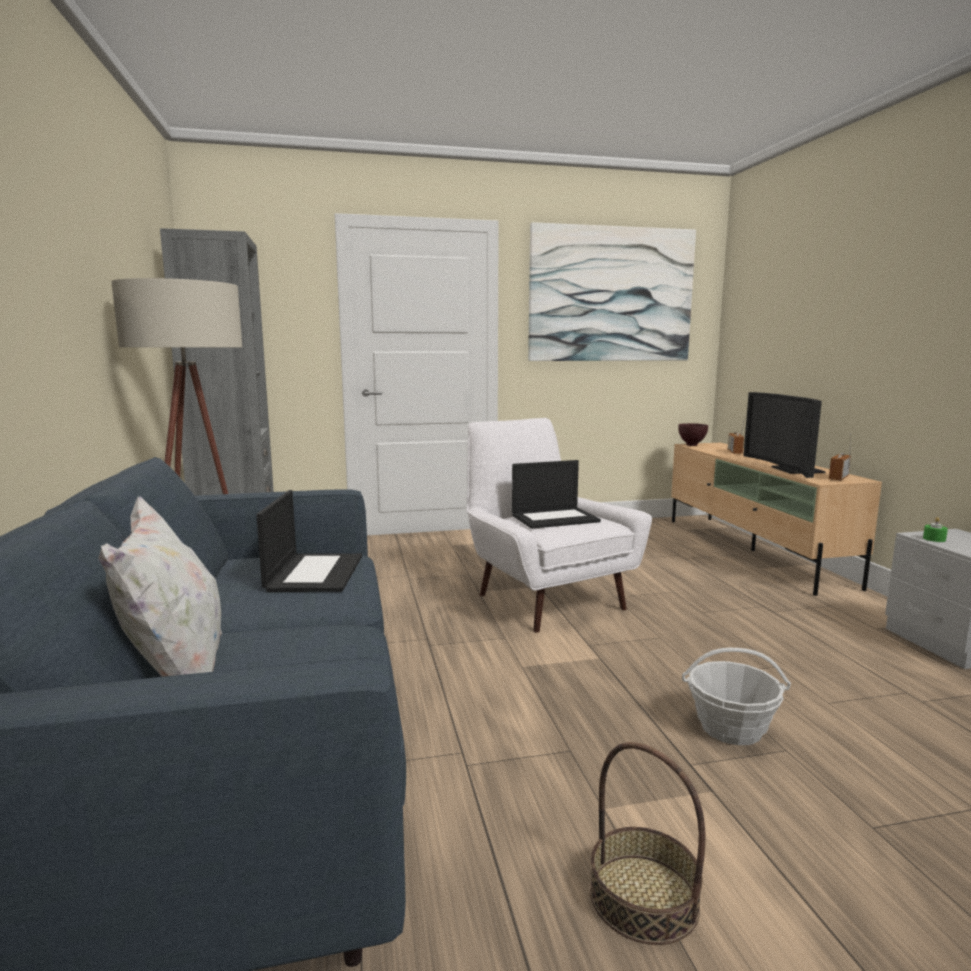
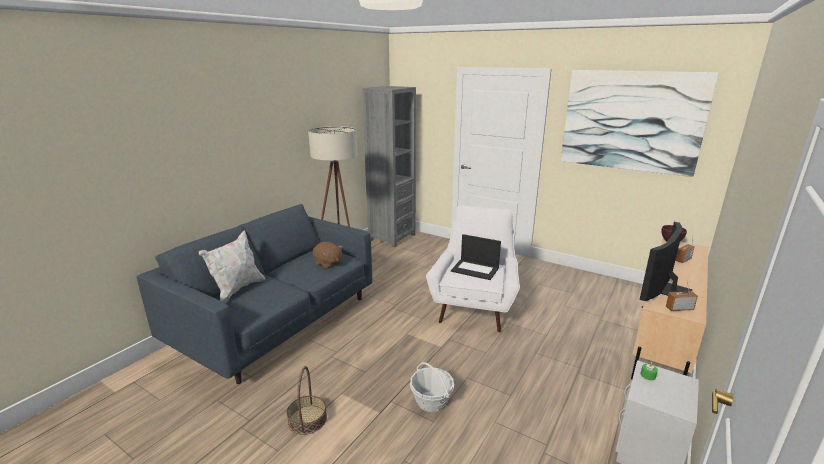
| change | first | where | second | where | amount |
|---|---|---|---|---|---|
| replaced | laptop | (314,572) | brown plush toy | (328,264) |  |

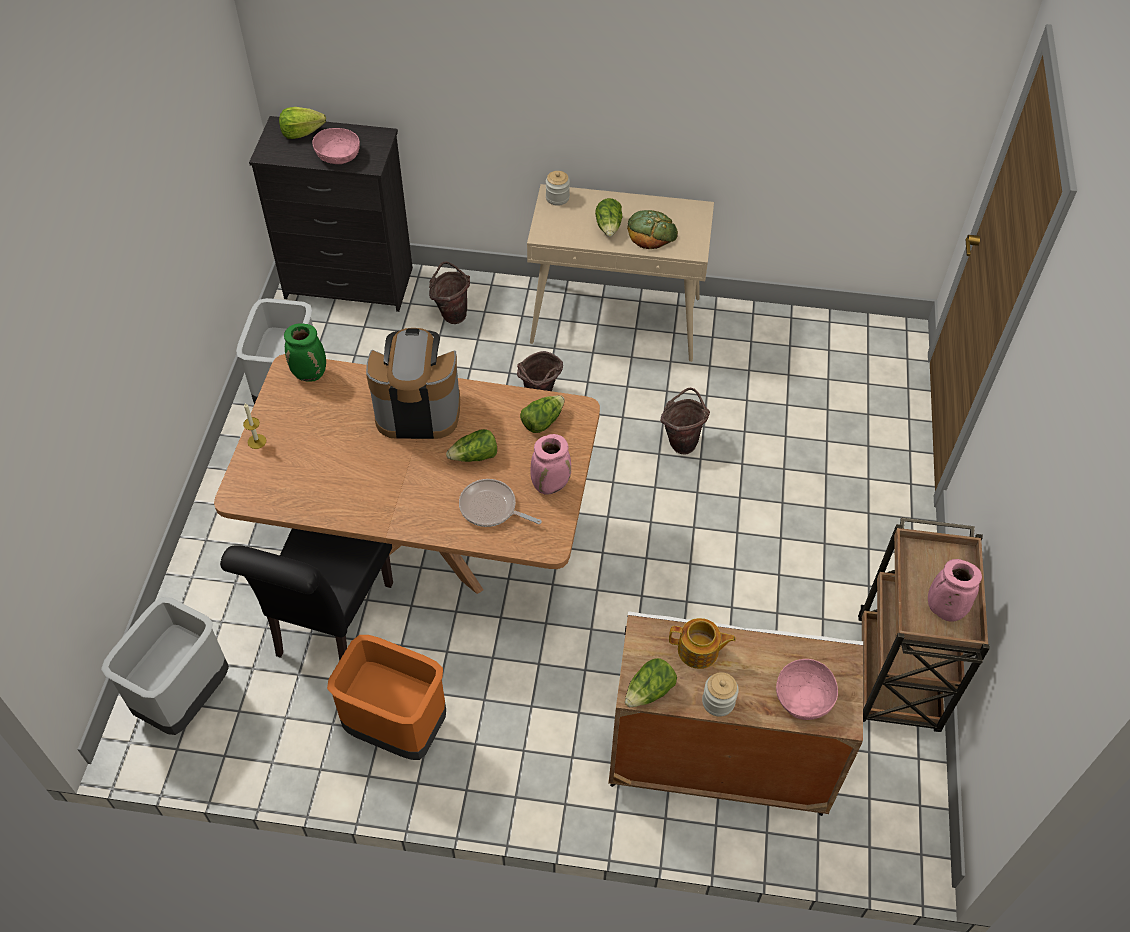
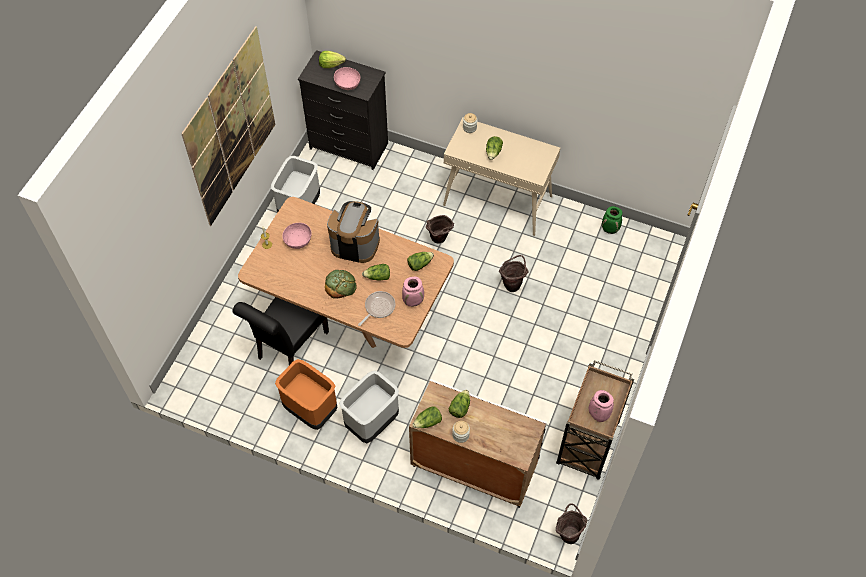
| change | first | where | second | where | amount |
|---|---|---|---|---|---|
| moved | bread | (651,232) |  | (340,285) |  |
| moved | brown bucket | (452,313) |  | (568,532) |  |
| moved | green vase | (311,374) |  | (610,229) |  |
| turned | frying pan | (491,508) |  | (378,307) | 90 degrees clockwise |
| moved | grey trash can | (184,697) |  | (372,422) |  |
| replaced | teapot | (699,651) | lettuce | (459,407) |  |
| moved | pink bowl | (803,698) |  | (298,240) |  |
| added |  |  | picture | (232,128) |  |

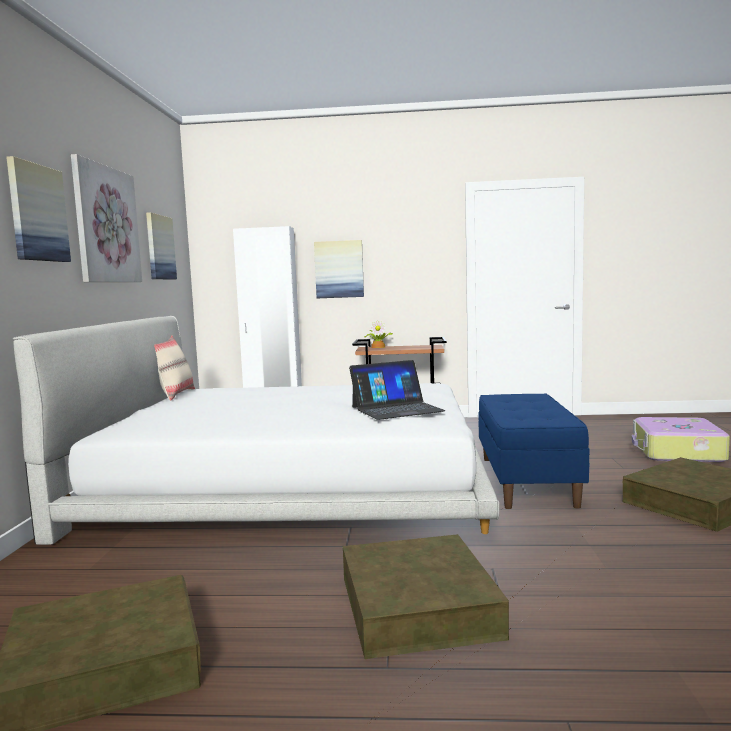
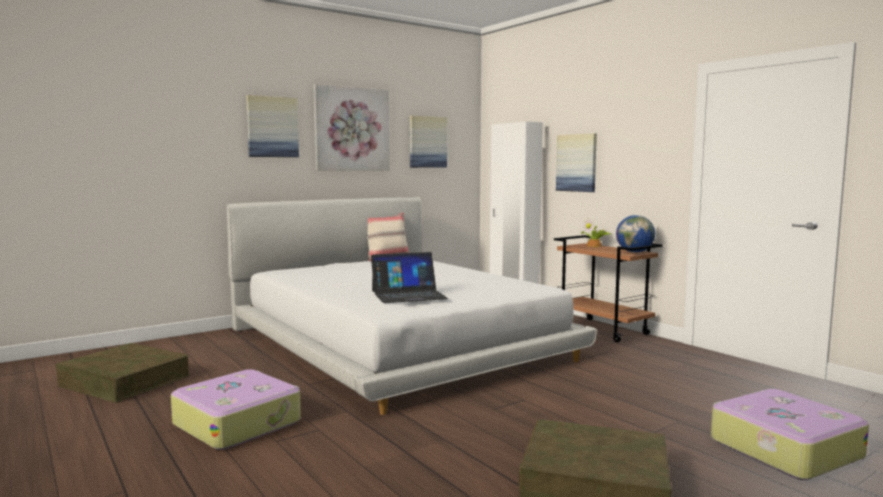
| change | first | where | second | where | amount |
|---|---|---|---|---|---|
| turned | laptop | (397,409) |  | (408,295) | 45 degrees counterclockwise |
| removed | blue bench | (525,480) |  |  |  |
| replaced | brown storage box | (417,606) | suitcase | (238,422) |  |
| added |  |  | globe | (635,252) |  |

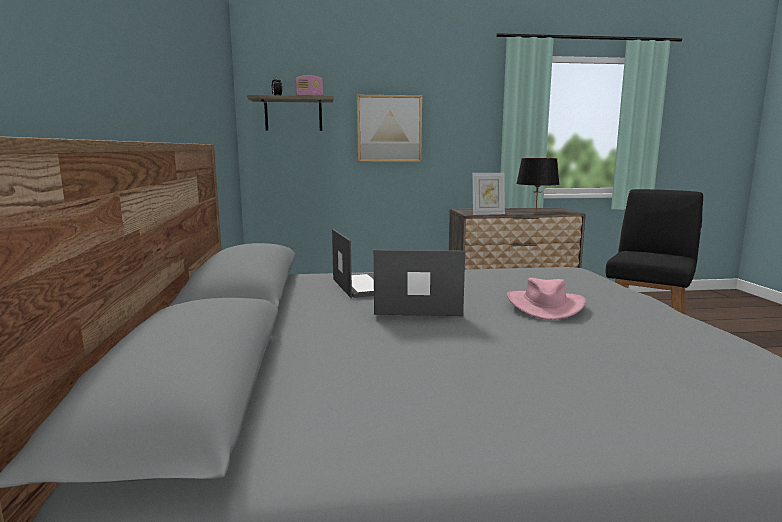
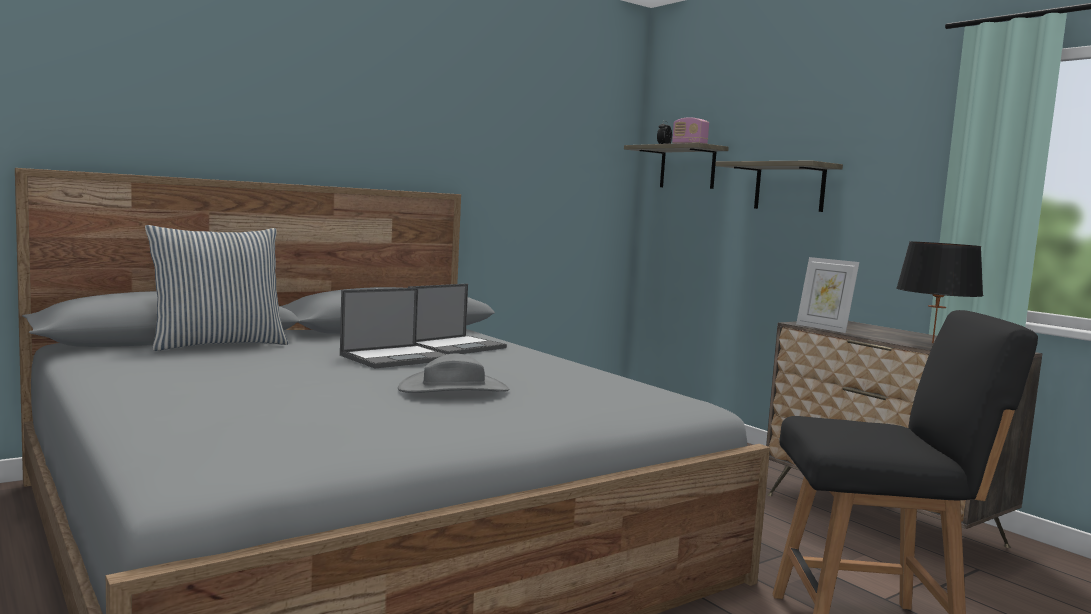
| change | first | where | second | where | amount |
|---|---|---|---|---|---|
| replaced | picture | (389,128) | shelf | (789,187) |  |
| turned | laptop | (417,305) |  | (397,357) | 75 degrees clockwise |
| recoloured | pink hat | (544,305) | grey hat | (454,389) |  |
| added |  |  | pillow | (218,344) |  |

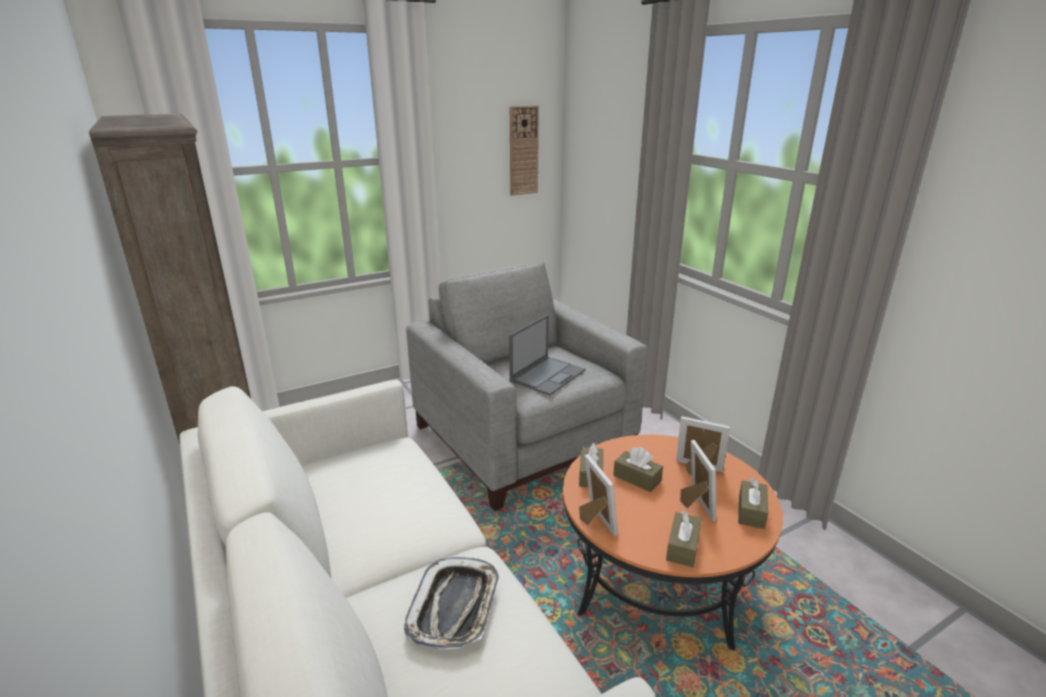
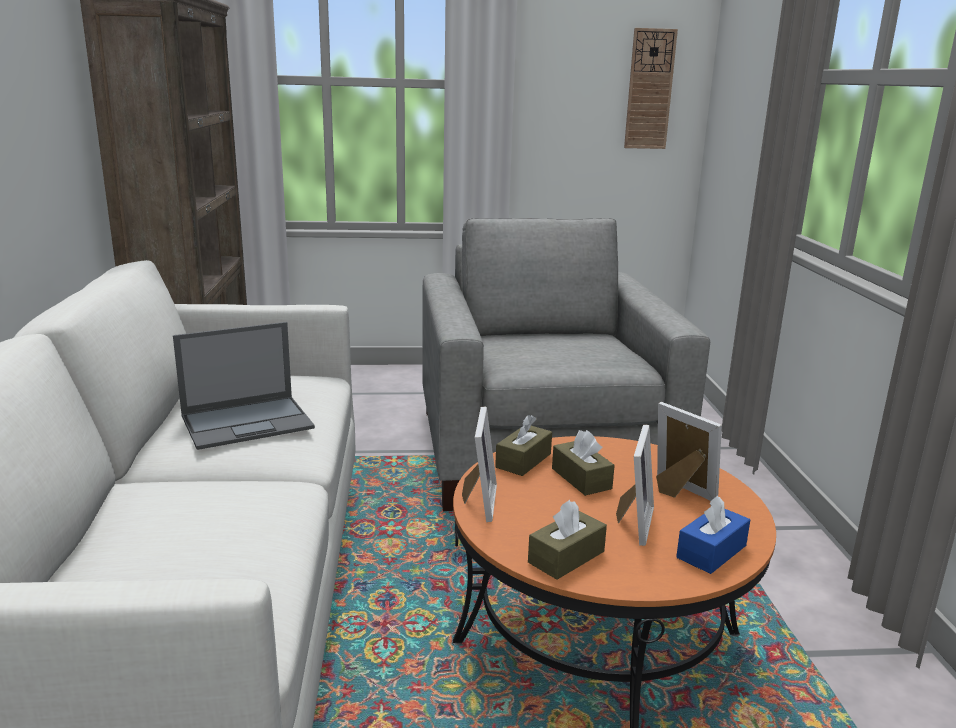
| change | first | where | second | where | amount |
|---|---|---|---|---|---|
| moved | laptop | (548,375) |  | (249,422) |  |
| recoloured | brown tissue box | (751,511) | blue tissue box | (711,551) |  |
| removed | tray | (455,607) |  |  |  |

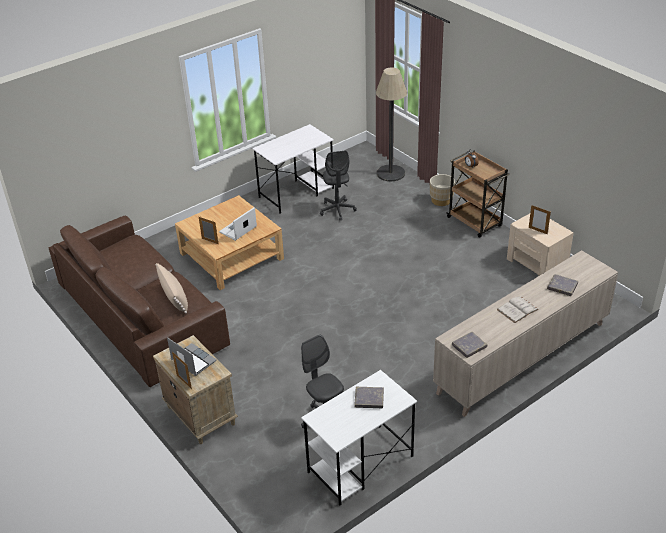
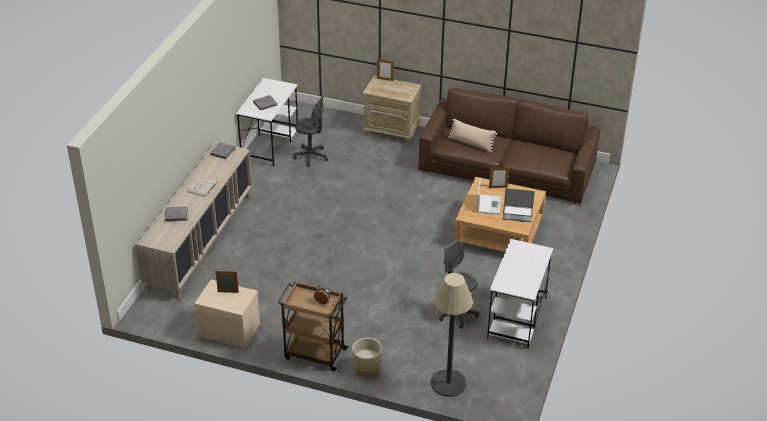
| change | first | where | second | where | amount |
|---|---|---|---|---|---|
| moved | laptop | (192,360) |  | (518,214) |  |

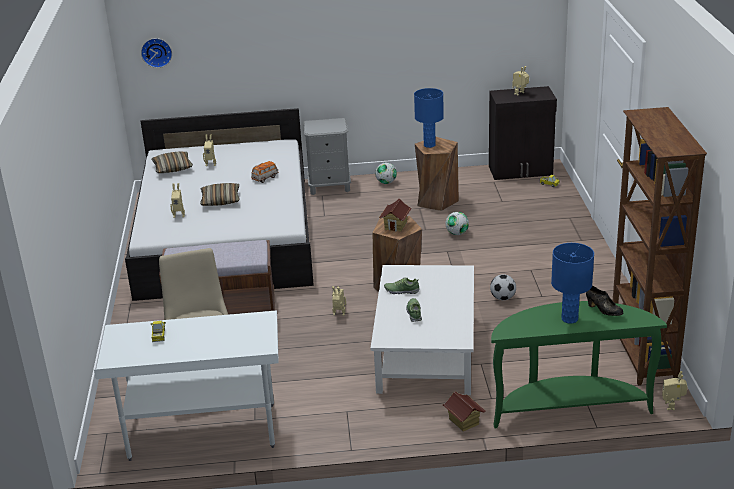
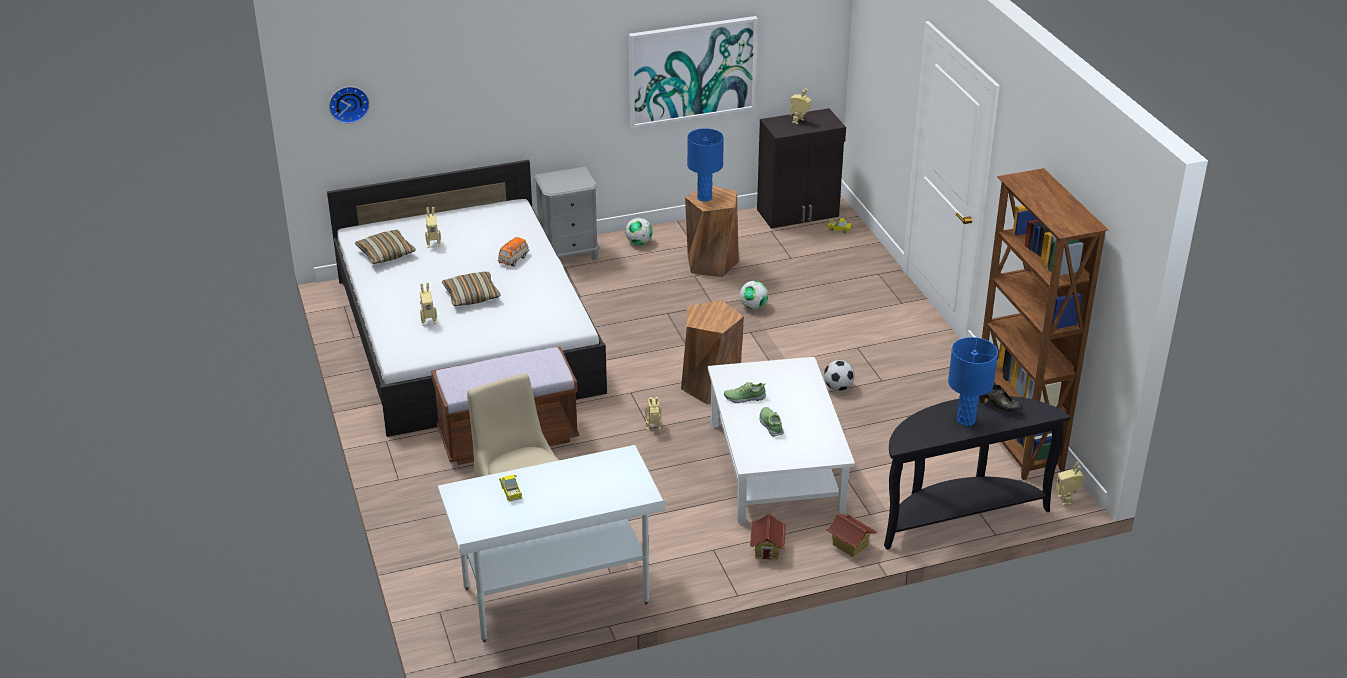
| change | first | where | second | where | amount |
|---|---|---|---|---|---|
| moved | toy house | (396,226) |  | (767,549) |  |
| recoloured | green console table | (568,408) | black console table | (958,515) |  |
| added |  |  | picture | (692,71) |  |

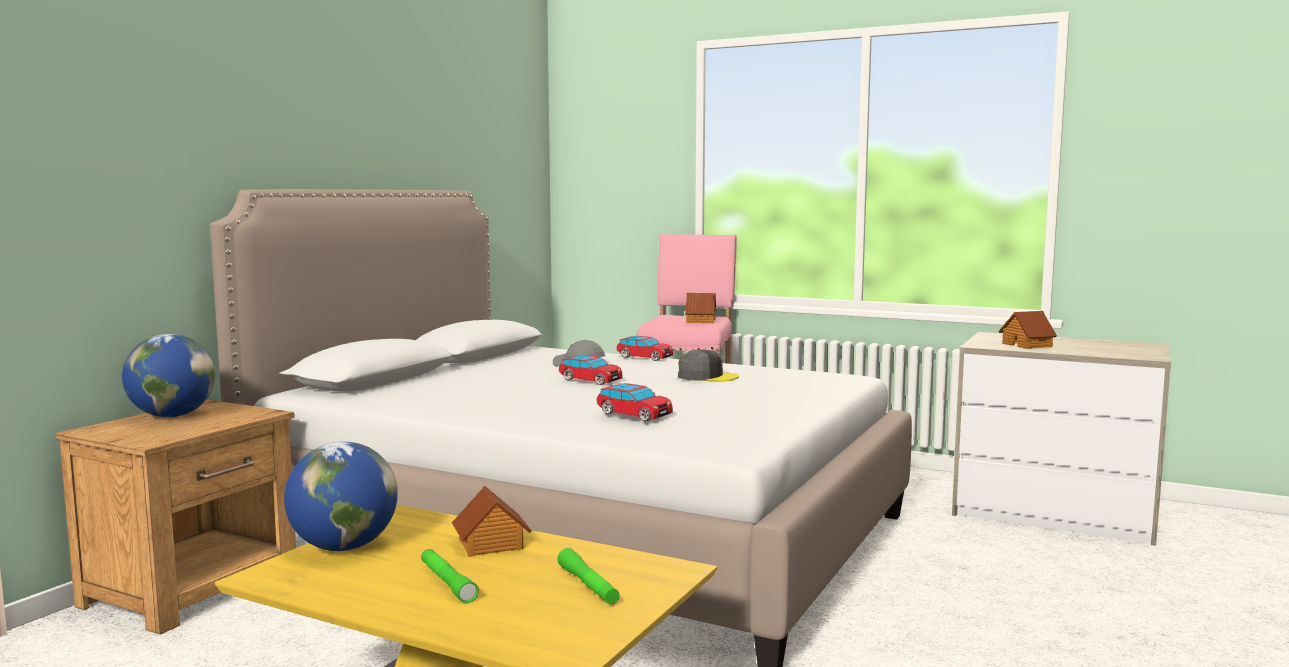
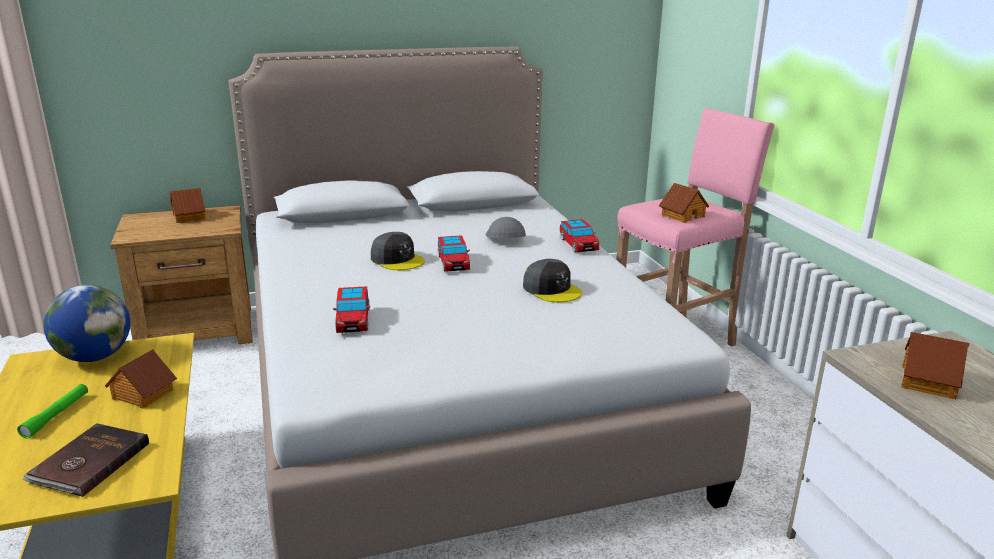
| change | first | where | second | where | amount |
|---|---|---|---|---|---|
| replaced | globe | (172,416) | toy house | (188,217) |  |
| replaced | green flashlight | (588,586) | brown book | (89,463) |  |
| added |  |  | grey cap | (397,260) |  |

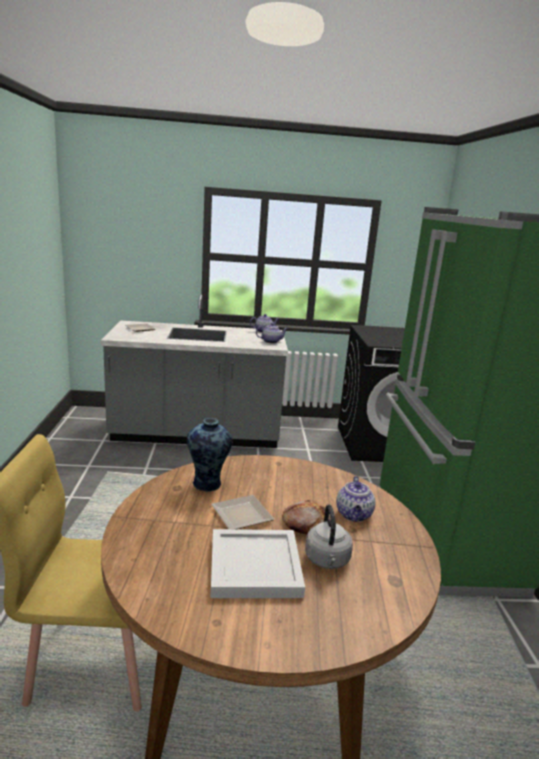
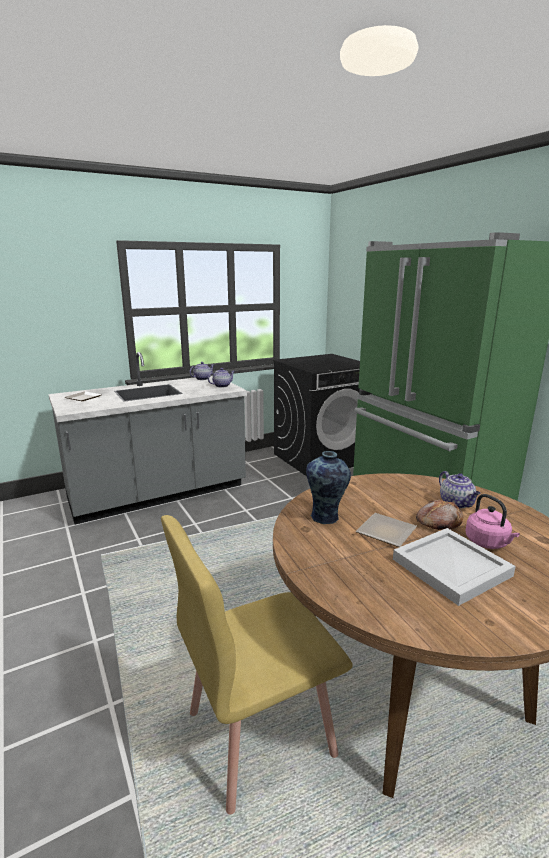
| change | first | where | second | where | amount |
|---|---|---|---|---|---|
| recoloured | grey kettle | (327,561) | pink kettle | (488,543) |  |

